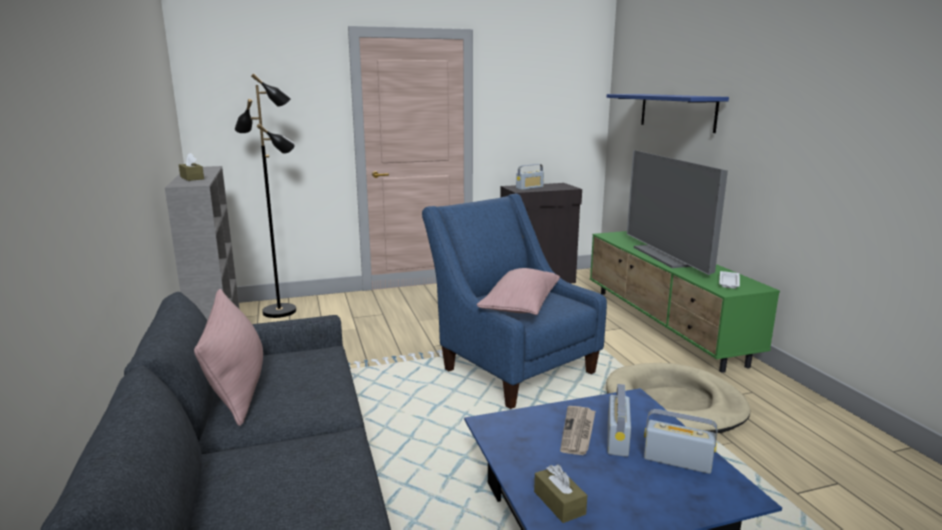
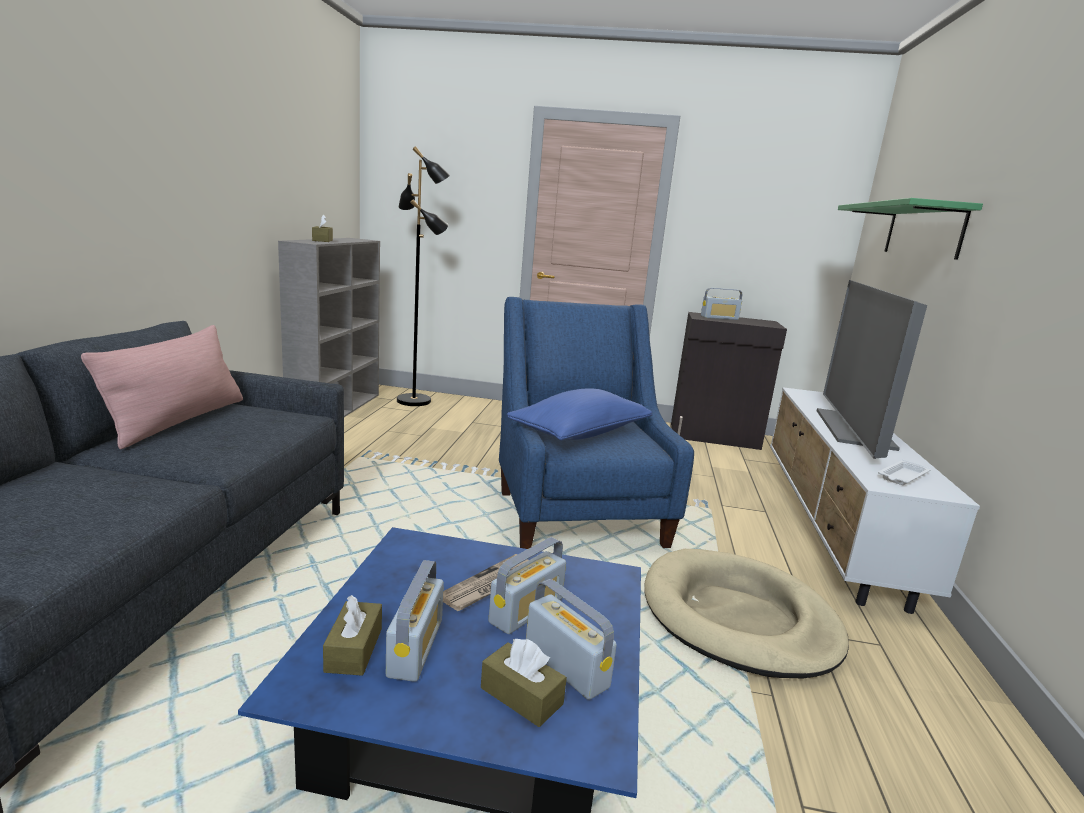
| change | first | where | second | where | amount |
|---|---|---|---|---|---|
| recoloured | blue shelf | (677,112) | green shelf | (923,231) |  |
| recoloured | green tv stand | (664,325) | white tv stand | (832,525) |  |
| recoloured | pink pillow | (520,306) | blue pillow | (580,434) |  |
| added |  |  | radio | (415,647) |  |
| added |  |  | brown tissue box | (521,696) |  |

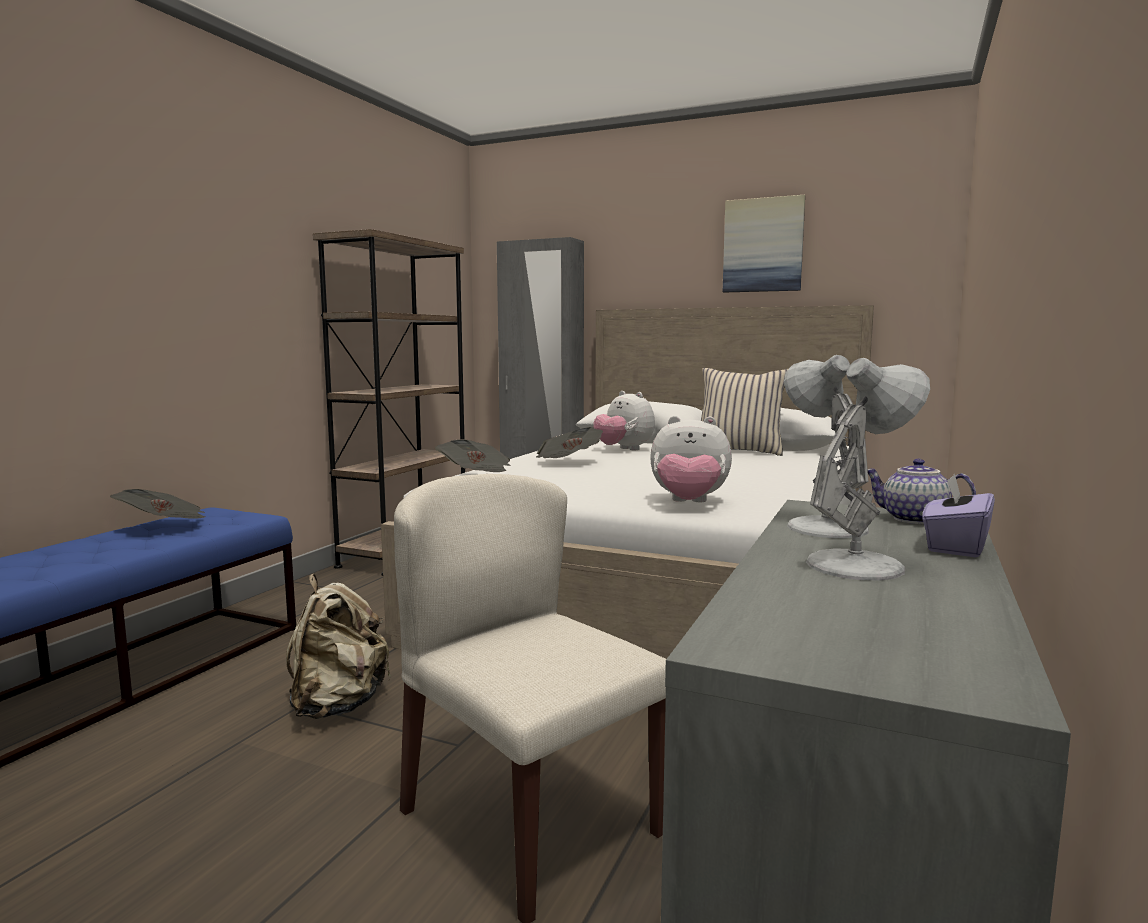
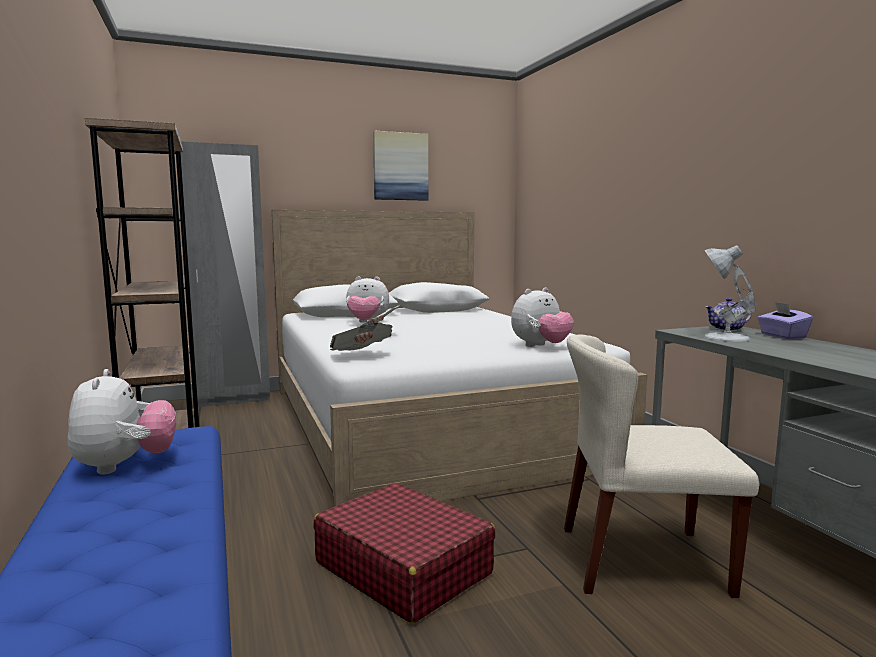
| change | first | where | second | where | amount |
|---|---|---|---|---|---|
| removed | white table lamp | (858,564) |  |  |  |
| removed | beige pillow | (739,450) |  |  |  |
| replaced | newspaper | (165,527) | plush toy | (124,465) |  |
| replaced | beige backpack | (338,705) | red suitcase | (403,568) |  |

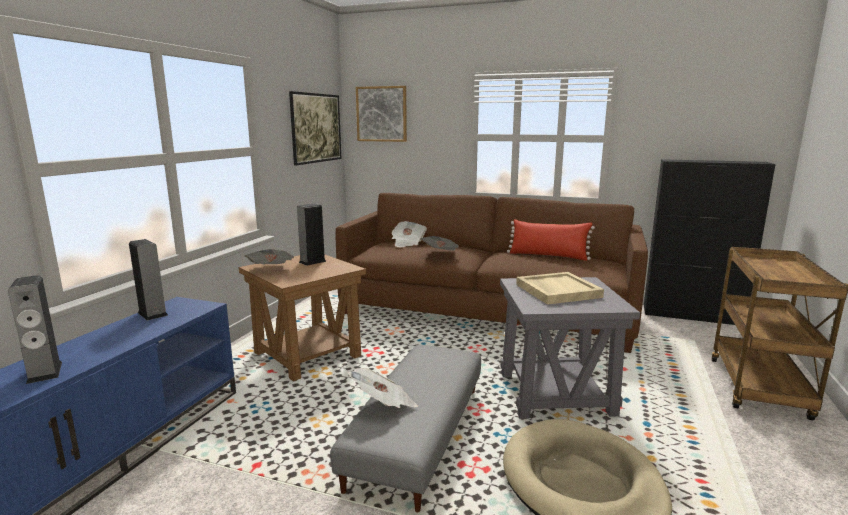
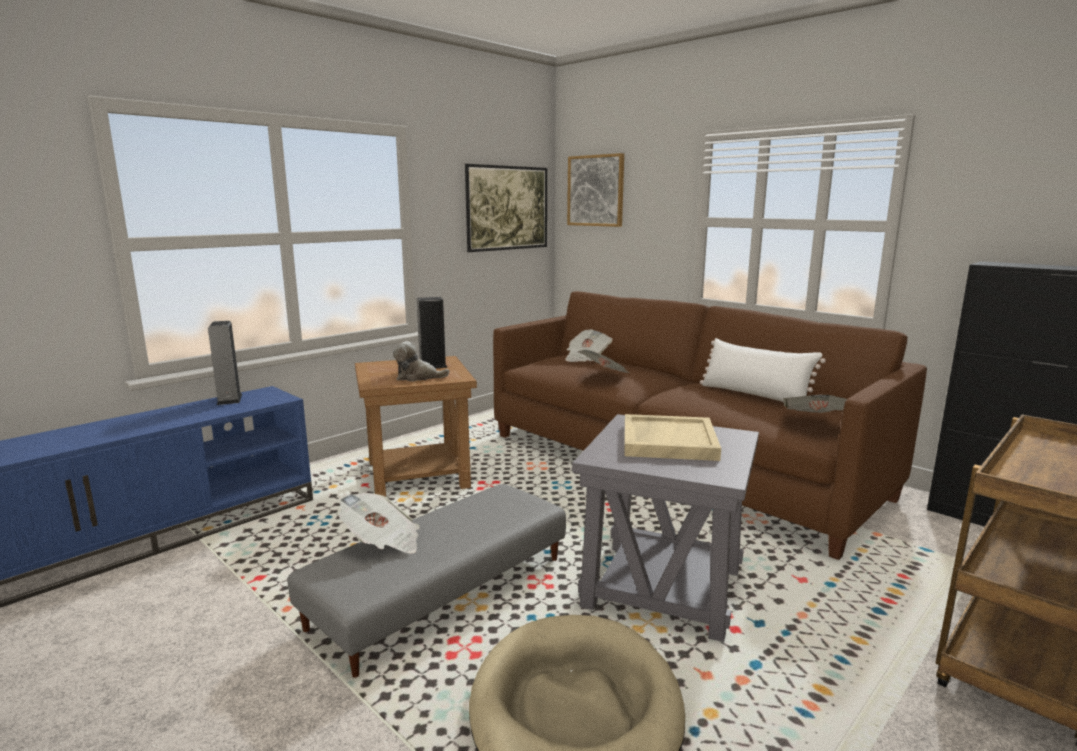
| change | first | where | second | where | amount |
|---|---|---|---|---|---|
| recoloured | red pillow | (548,256) | white pillow | (755,395) |  |
| moved | newspaper | (271,270) |  | (814,421) |  |
| removed | speaker | (44,372) |  |  |  |
| added |  |  | plush toy | (418,377) |  |

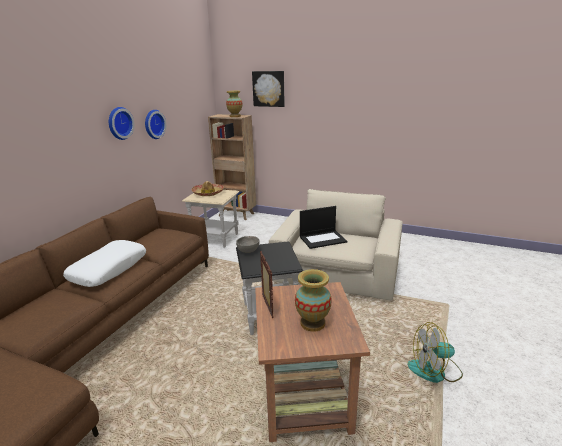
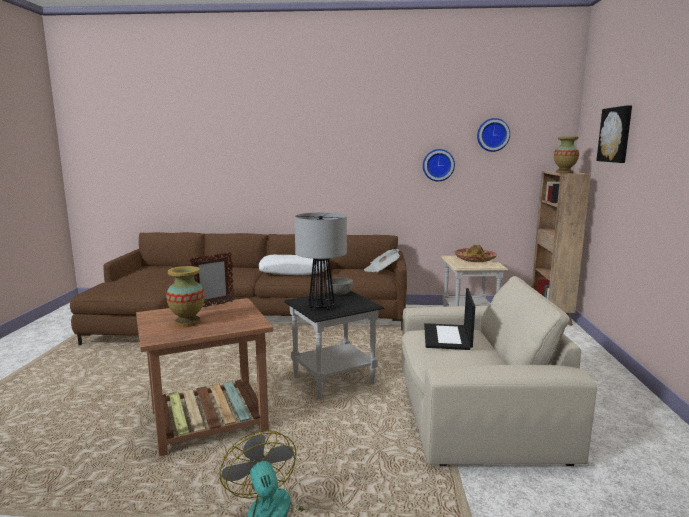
| change | first | where | second | where | amount |
|---|---|---|---|---|---|
| moved | wall clock | (119,123) |  | (492,135) |  |
| turned | laptop | (323,239) |  | (447,337) | 45 degrees clockwise |
| added |  |  | table lamp | (321,307) |  |
| added |  |  | newspaper | (381,270) |  |

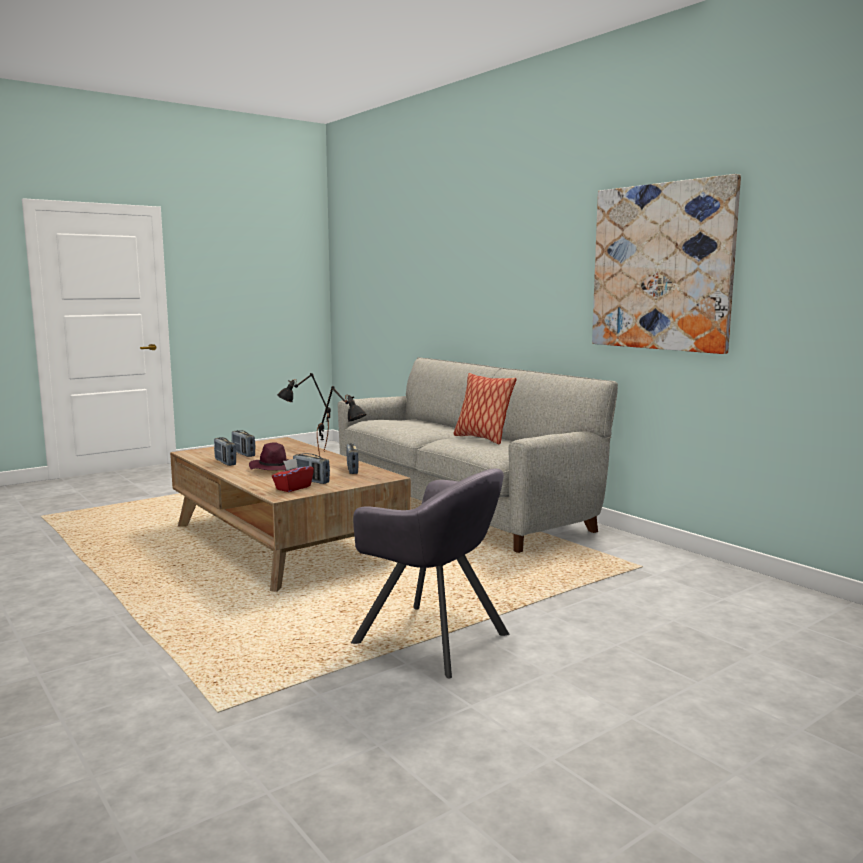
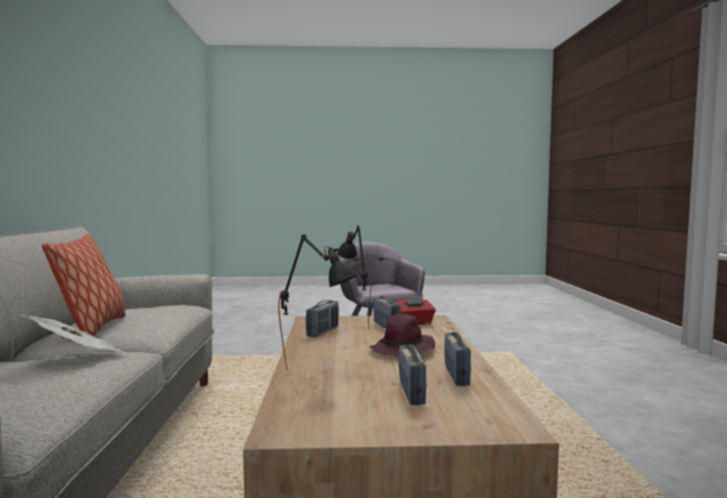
| change | first | where | second | where | amount |
|---|---|---|---|---|---|
| removed | picture | (661,267) |  |  |  |
| added |  |  | newspaper | (78,357) |  |

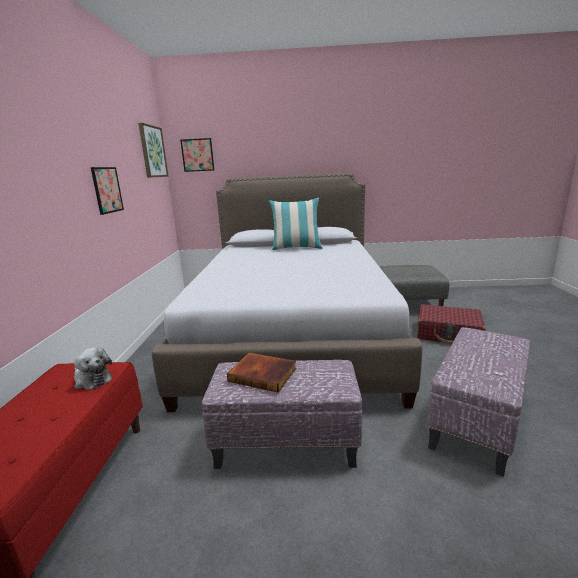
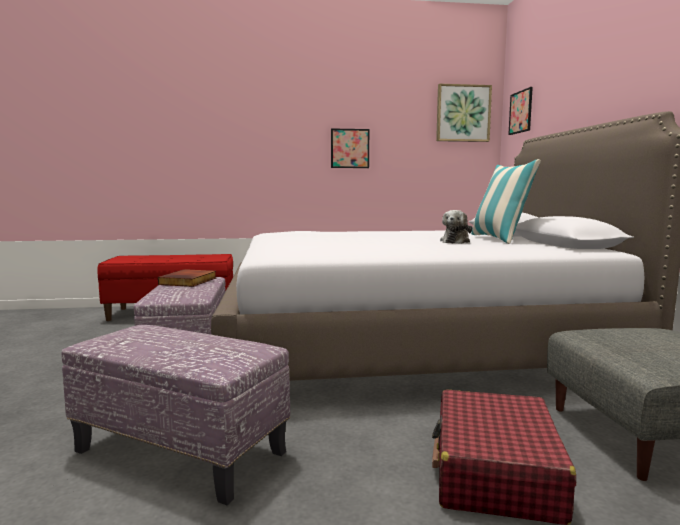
| change | first | where | second | where | amount |
|---|---|---|---|---|---|
| moved | plush toy | (92,379) |  | (455,241) |  |

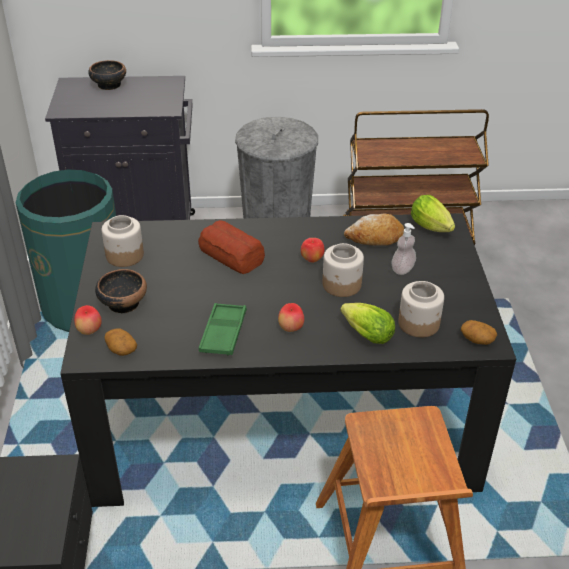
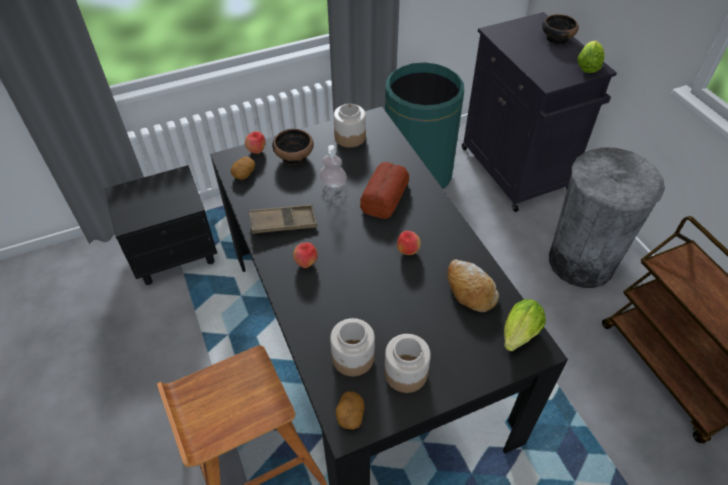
| change | first | where | second | where | amount |
|---|---|---|---|---|---|
| moved | soap dispenser | (402,269) |  | (333,183) |  |
| moved | jar | (342,285) |  | (405,373) |  |
| recoloured | green tray | (223,333) | brown tray | (283,222) |  |
| moved | lettuce | (364,333) |  | (588,65) |  |

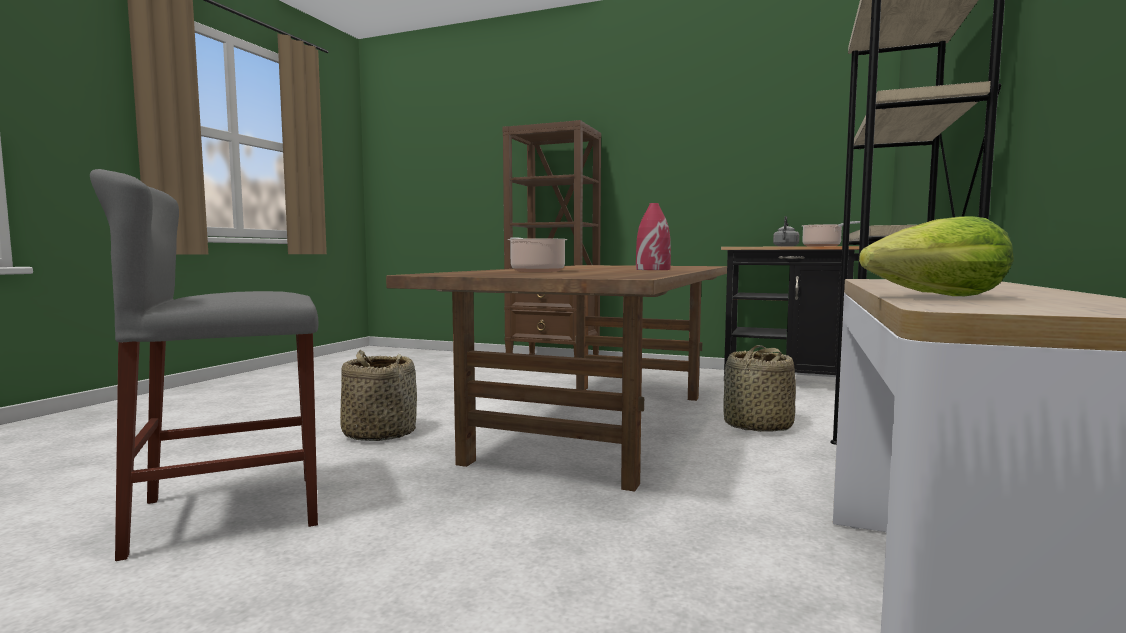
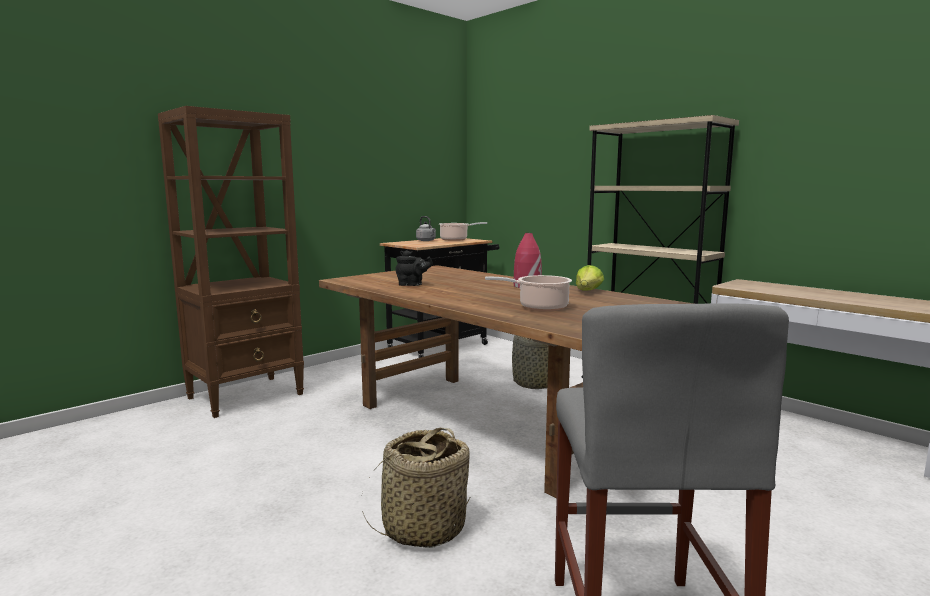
| change | first | where | second | where | amount |
|---|---|---|---|---|---|
| moved | lettuce | (938,297) |  | (588,291) |  |
| added |  |  | black teapot | (412,285) |  |

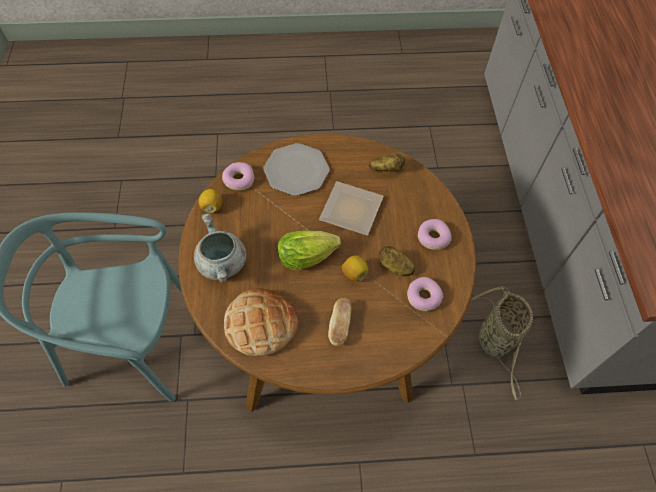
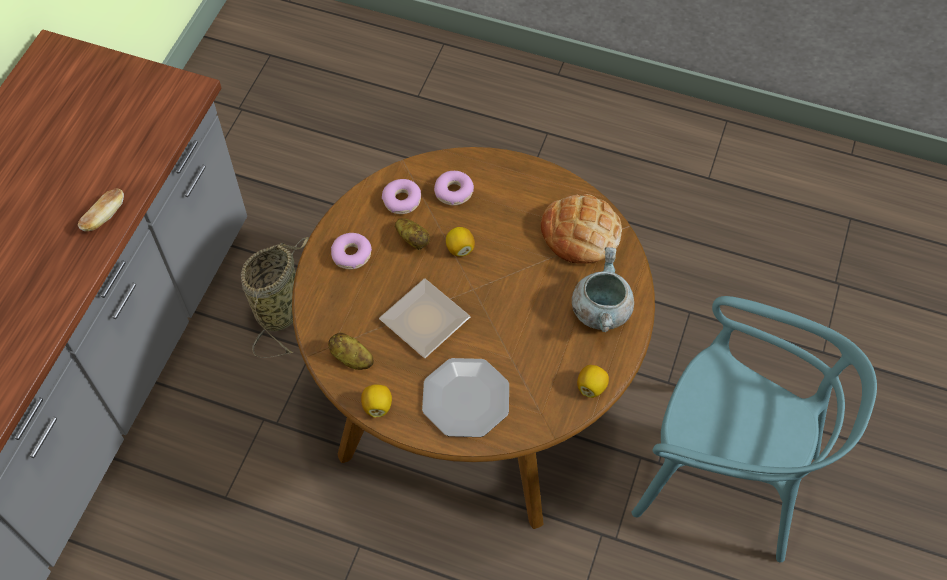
| change | first | where | second | where | amount |
|---|---|---|---|---|---|
| moved | donut | (238,180) |  | (454,192) |  |
| removed | lettuce | (310,256) |  |  |  |
| moved | bread | (340,325) |  | (104,216) |  |
| added |  |  | lemon | (377,406) |  |

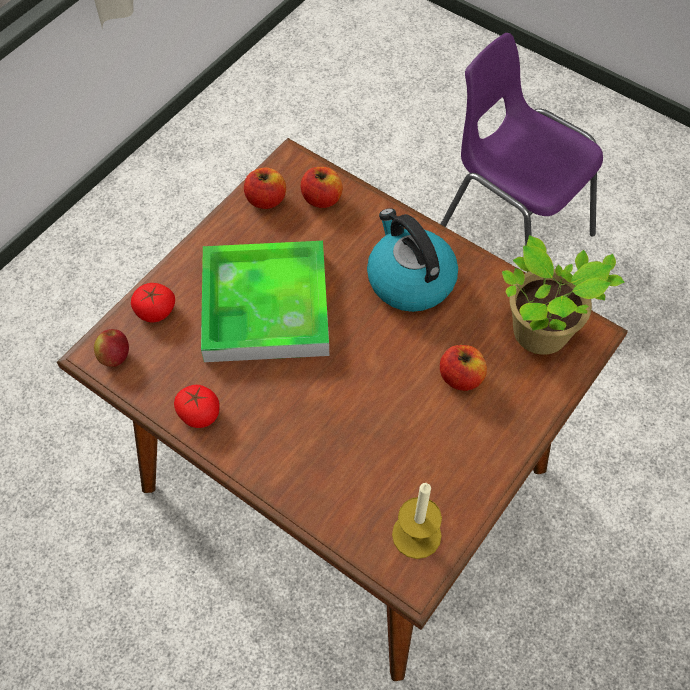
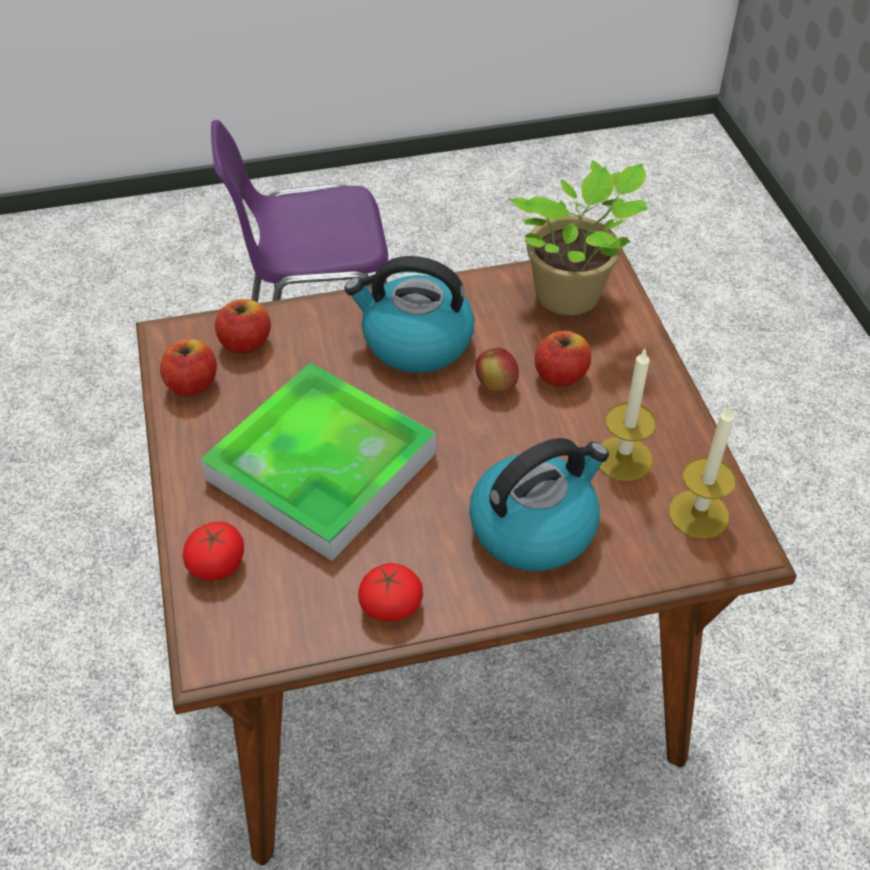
| change | first | where | second | where | amount |
|---|---|---|---|---|---|
| moved | apple | (115,356) |  | (496,385) |  |
| added |  |  | candle | (623,458) |  |
| added |  |  | kettle | (534,526) |  |

